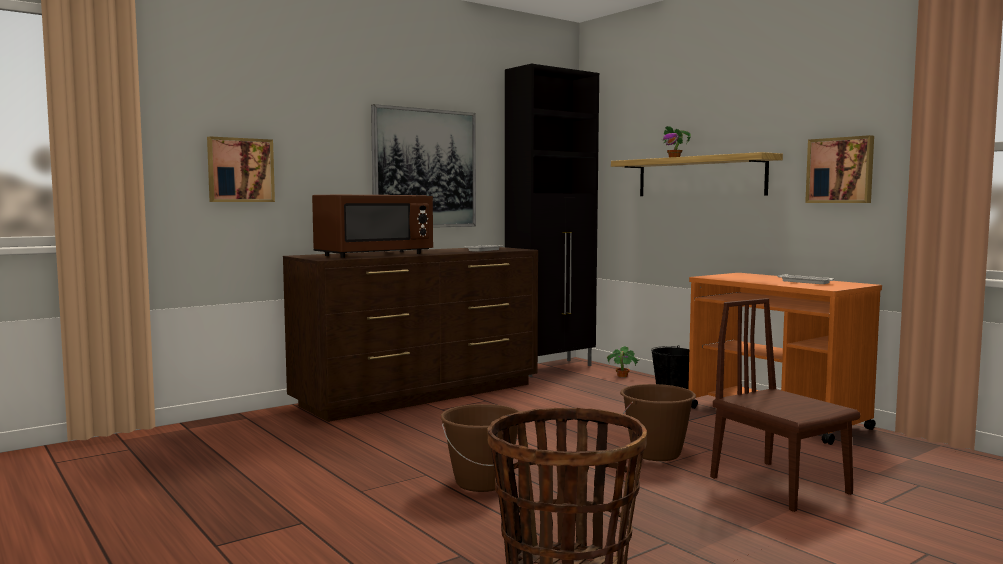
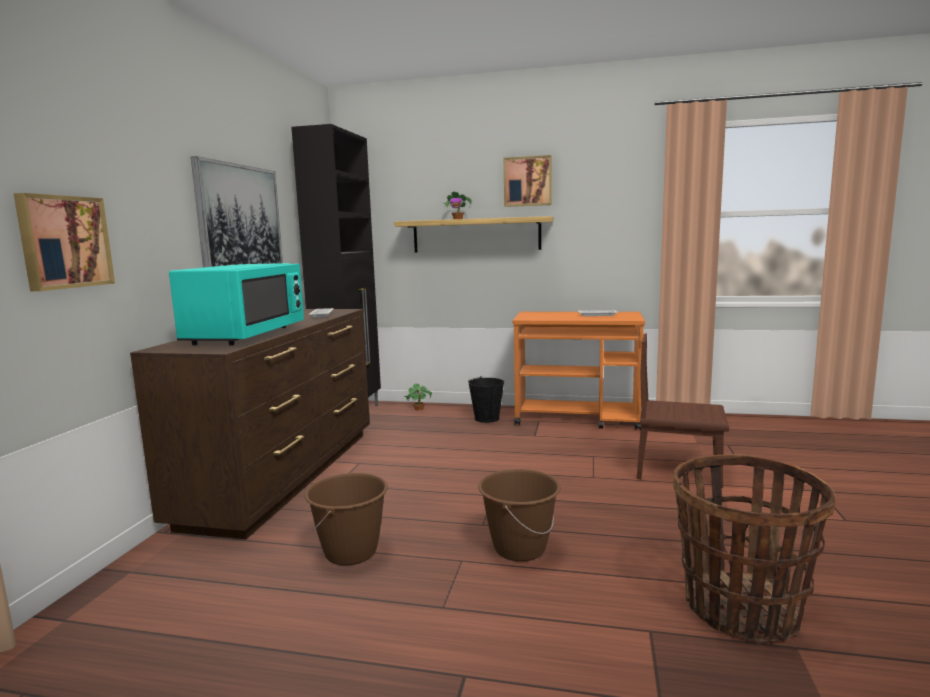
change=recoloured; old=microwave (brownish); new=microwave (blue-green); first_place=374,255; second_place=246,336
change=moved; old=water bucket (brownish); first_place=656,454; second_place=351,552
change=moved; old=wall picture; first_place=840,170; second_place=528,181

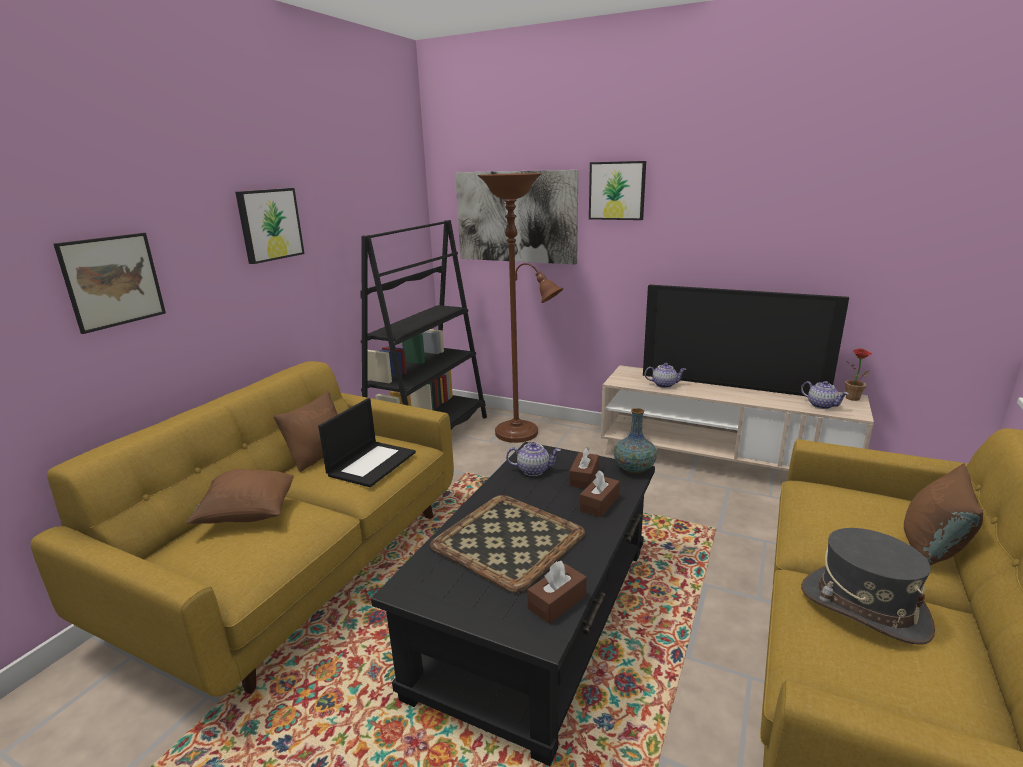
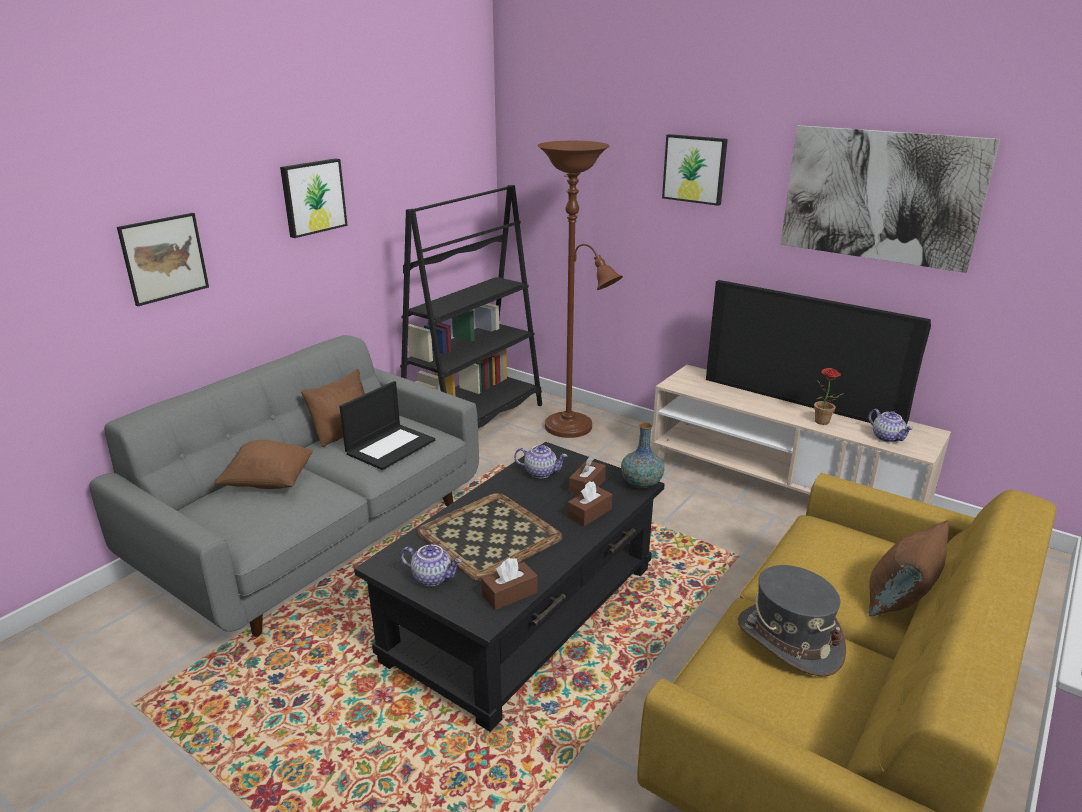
change=recoloured; old=couch (yellow); new=couch (grey); first_place=299,567; second_place=317,536
change=moved; old=teapot; first_place=664,385; second_place=433,577
change=moved; old=wall picture; first_place=515,217; second_place=880,196
change=moved; old=potted plant; first_place=854,399; second_place=823,423

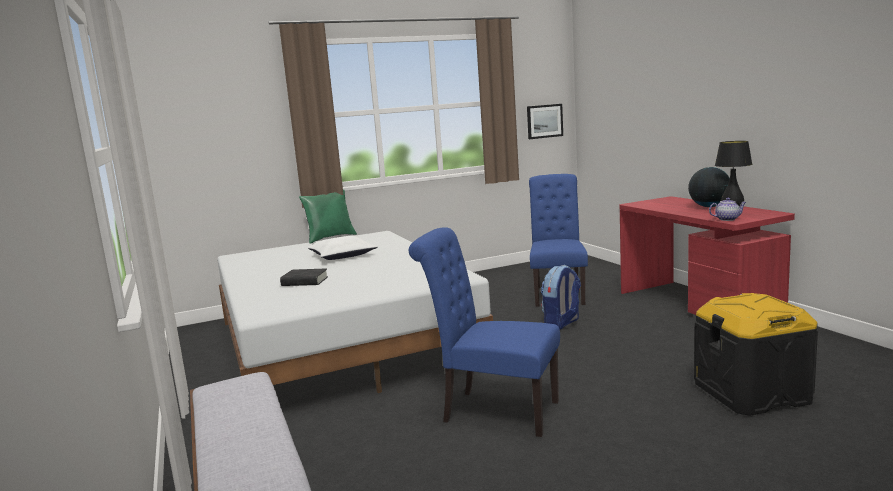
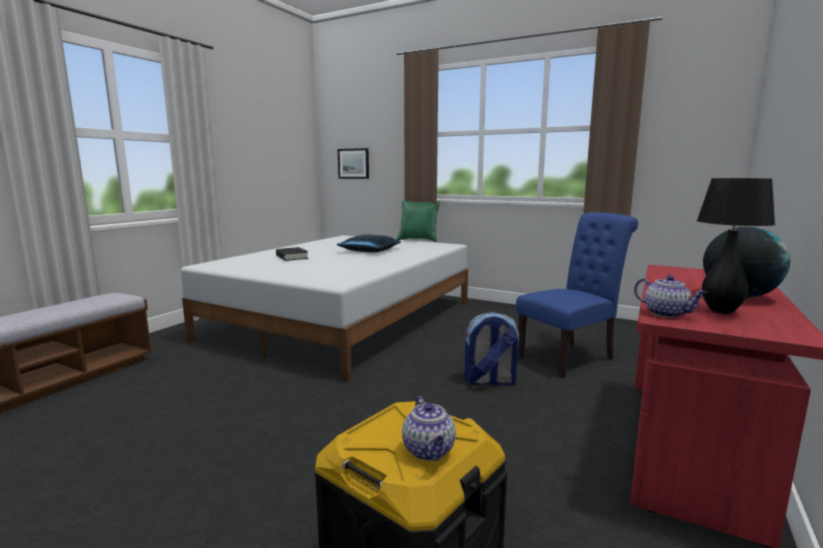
change=recoloured; old=cushion (whitish); new=cushion (blue-coloured); first_place=343,256; second_place=370,251
change=moved; old=wall picture; first_place=544,121; second_place=353,163
change=added; new=teapot; second_place=429,451
change=removed; old=plain chair (blue-coloured); first_place=493,411

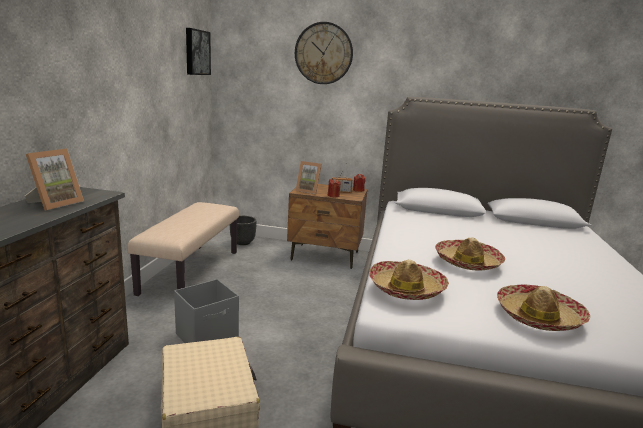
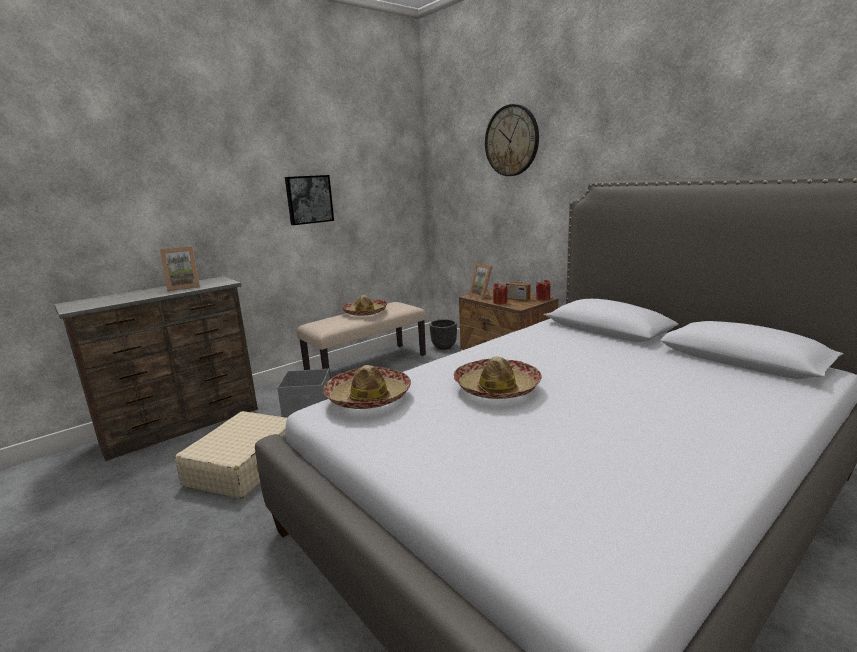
change=moved; old=wall picture; first_place=196,52; second_place=309,199
change=moved; old=clothing hat; first_place=538,316; second_place=365,312

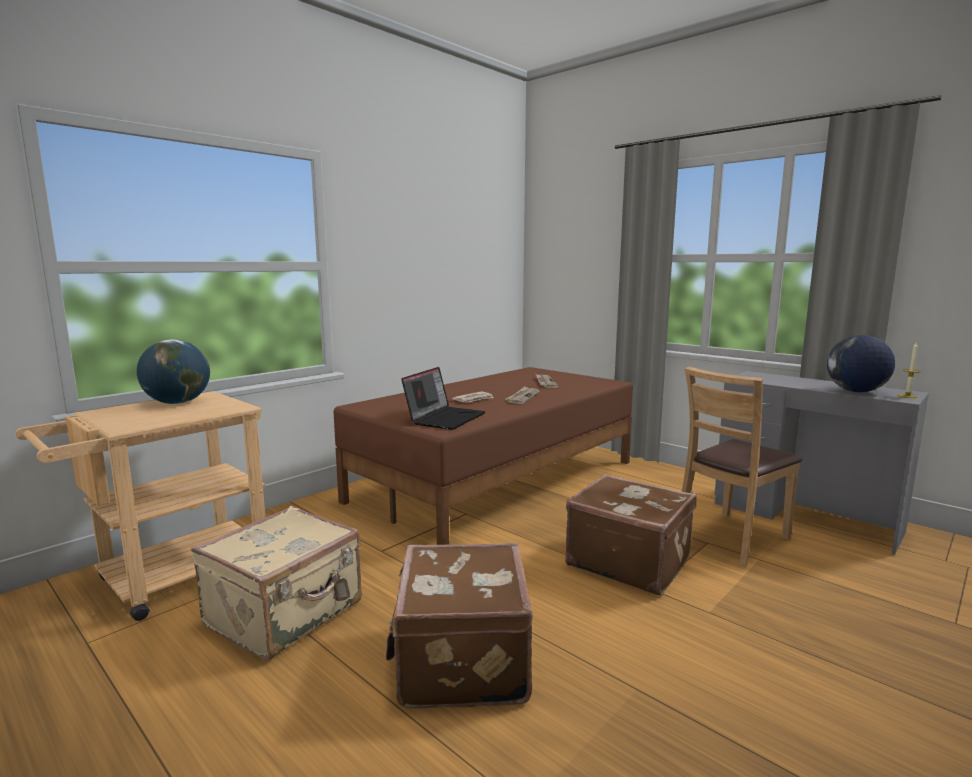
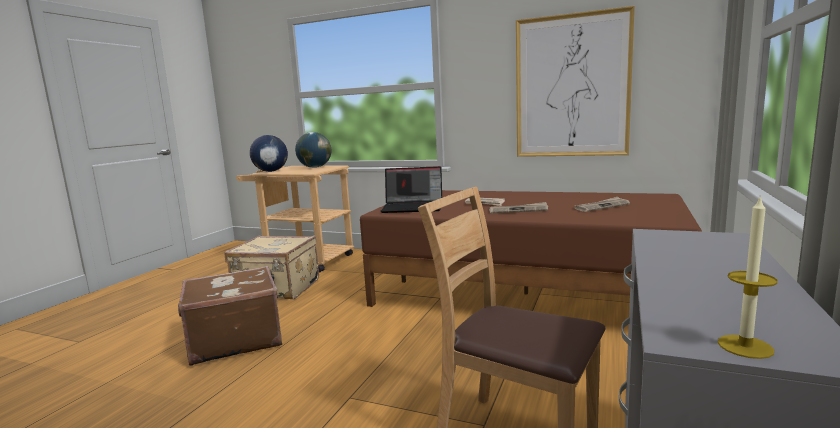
change=moved; old=desk globe; first_place=856,391; second_place=270,171
change=added; new=wall picture; second_place=571,86
change=removed; old=travel case (brownish); first_place=628,561

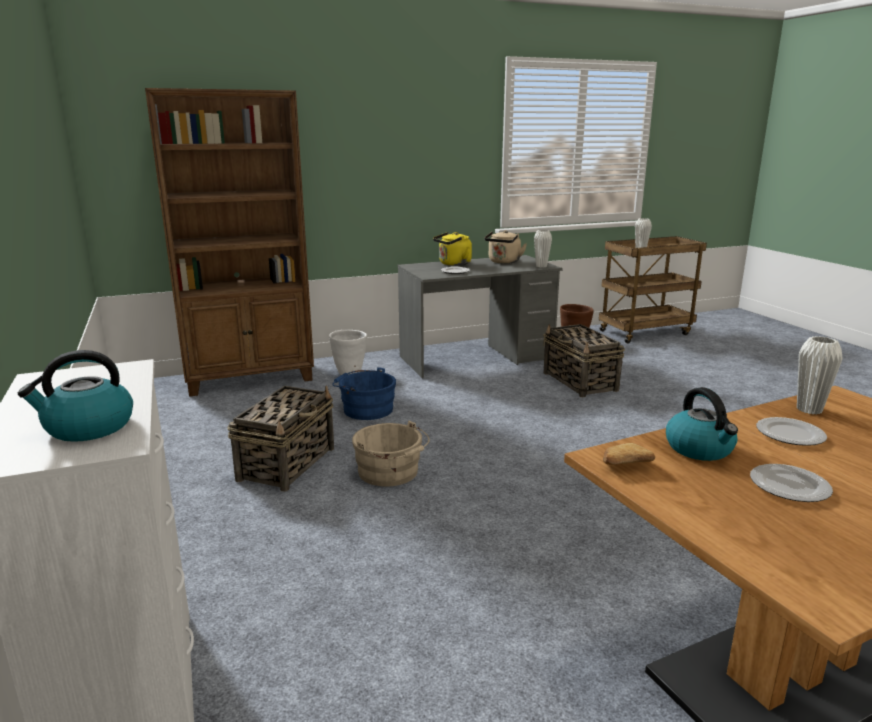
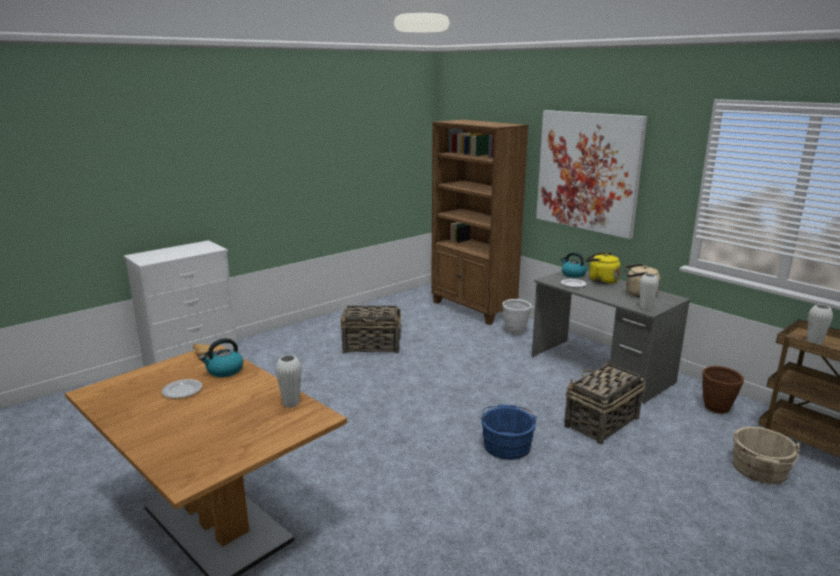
change=moved; old=water bucket (blue-coloured); first_place=365,409; second_place=506,444
change=added; new=wall picture; second_place=588,171
change=moved; old=tea kettle; first_place=88,427; second_place=572,274
change=moved; old=water bucket (beige-coloured); first_place=391,473; second_place=759,470
change=removed; old=dinner plate; first_place=789,435

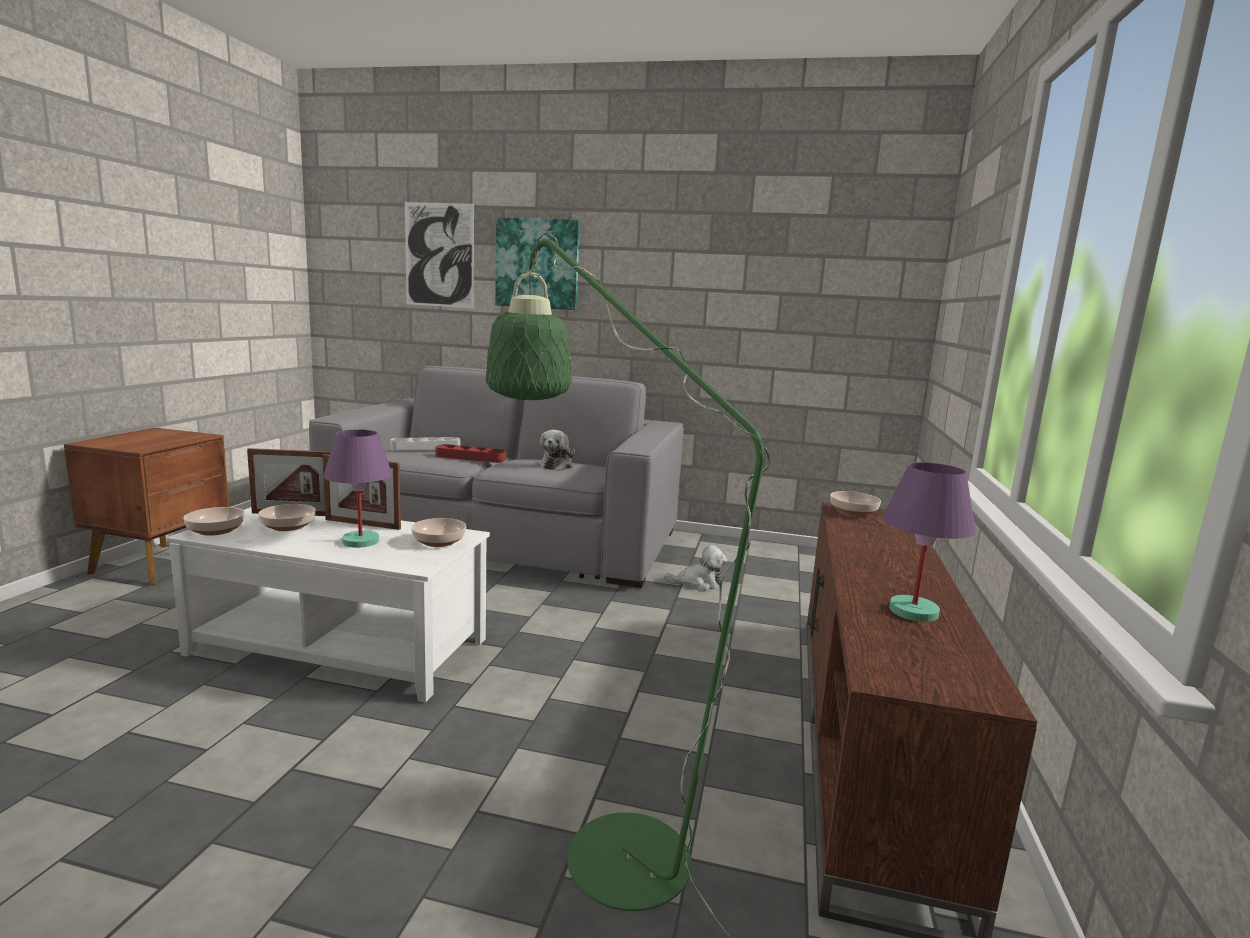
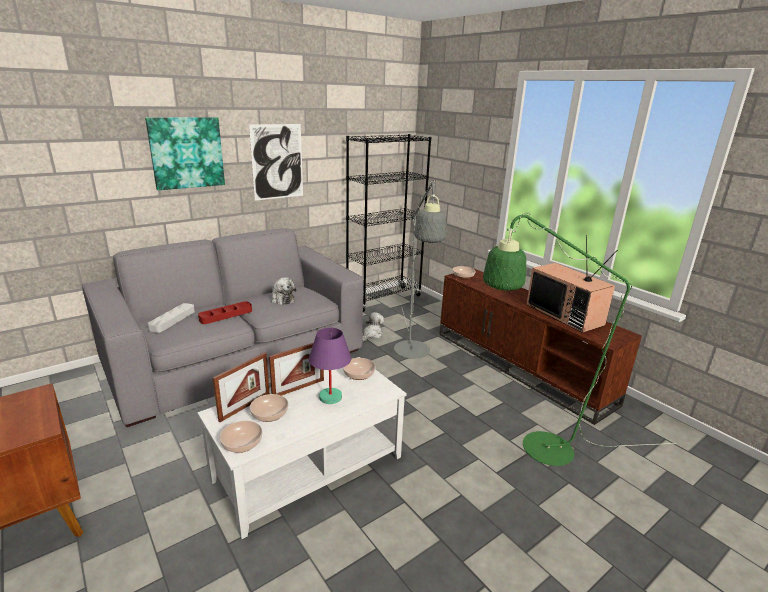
change=moved; old=wall picture; first_place=439,255; second_place=277,162
change=added; new=shelving unit (black); second_place=383,299
change=added; new=floor lamp (grey); second_place=413,354
change=replaced; old=table lamp (purple); new=television; first_place=914,612; second_place=566,315

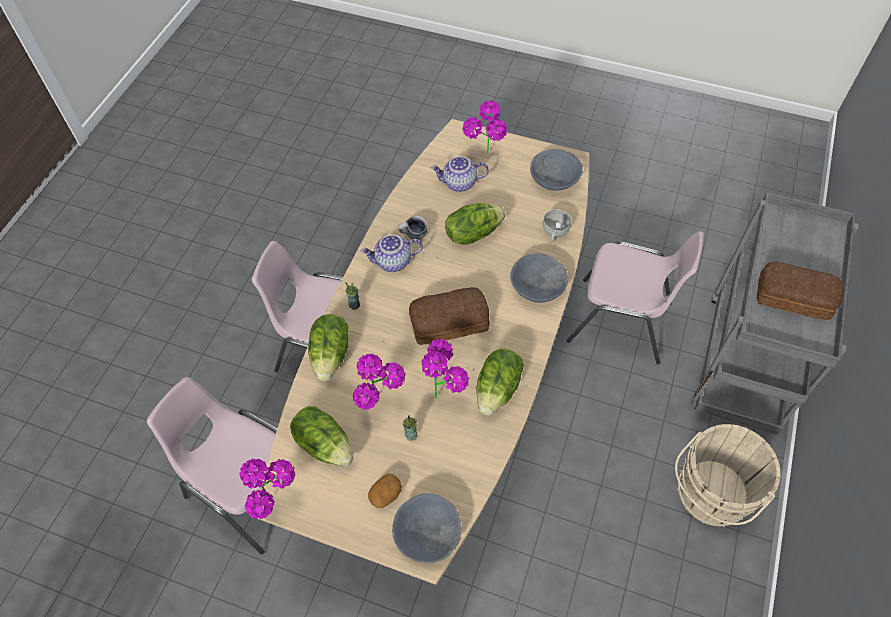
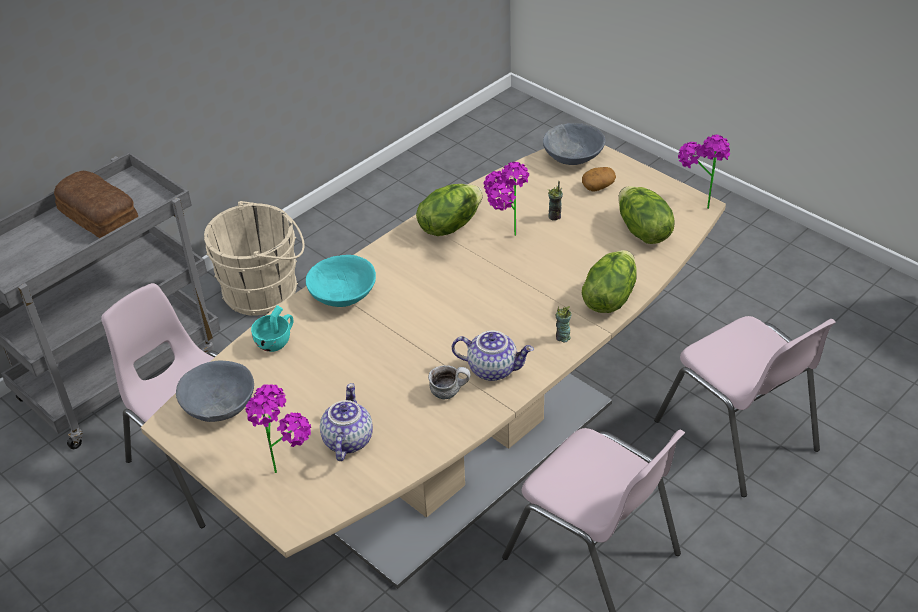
change=recoloured; old=drinking cup (whitish); new=drinking cup (blue-green); first_place=554,233; second_place=276,341
change=recoloured; old=bowl (grey); new=bowl (blue-green); first_place=536,287; second_place=343,295
change=turned; old=teapot; first_place=459,184; second_place=347,440; degrees=-105
change=removed; old=potted plant; first_place=382,407
change=removed; old=bakery bread; first_place=447,321
change=removed; old=lettuce; first_place=473,233

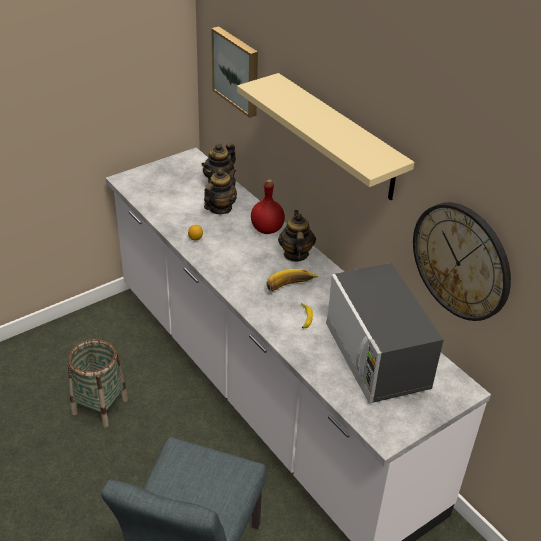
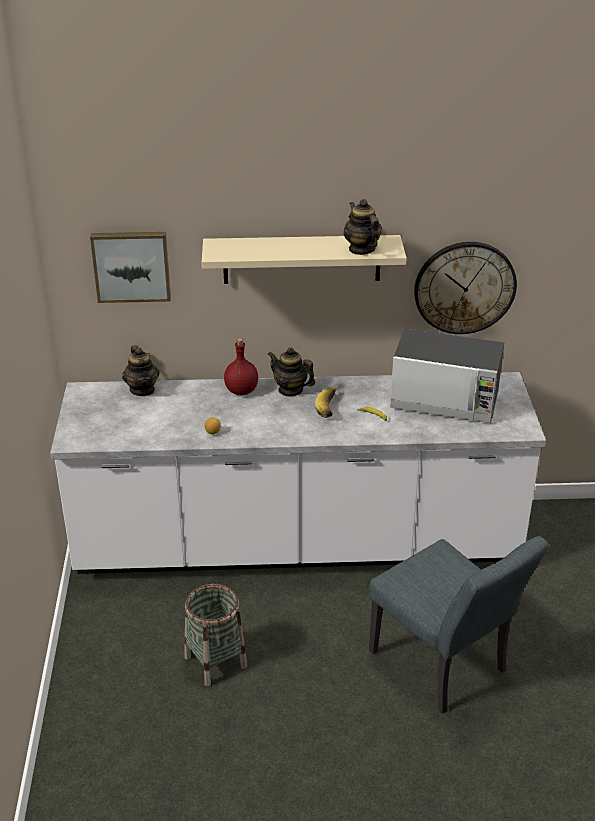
change=moved; old=teapot; first_place=220,208; second_place=361,249

